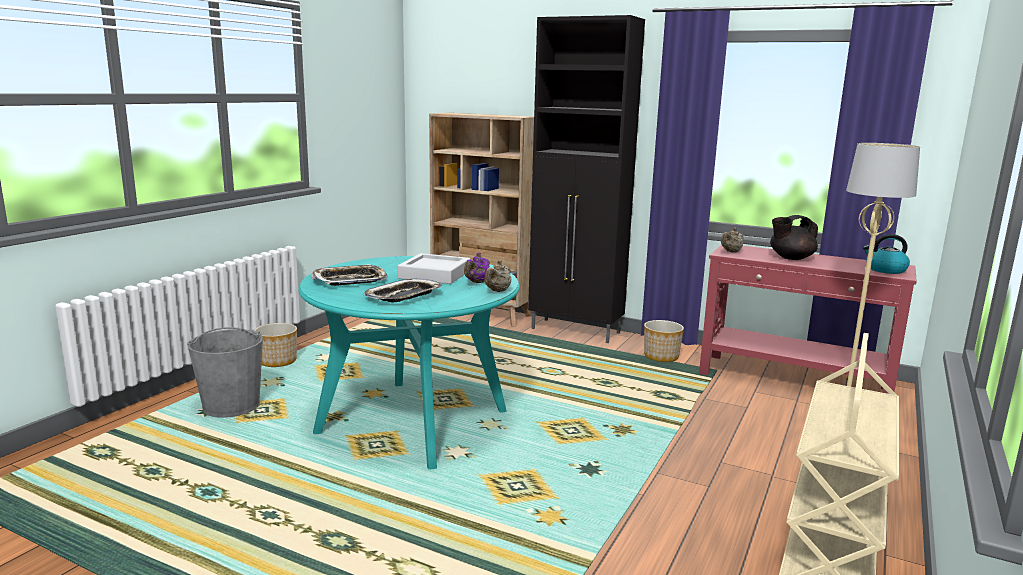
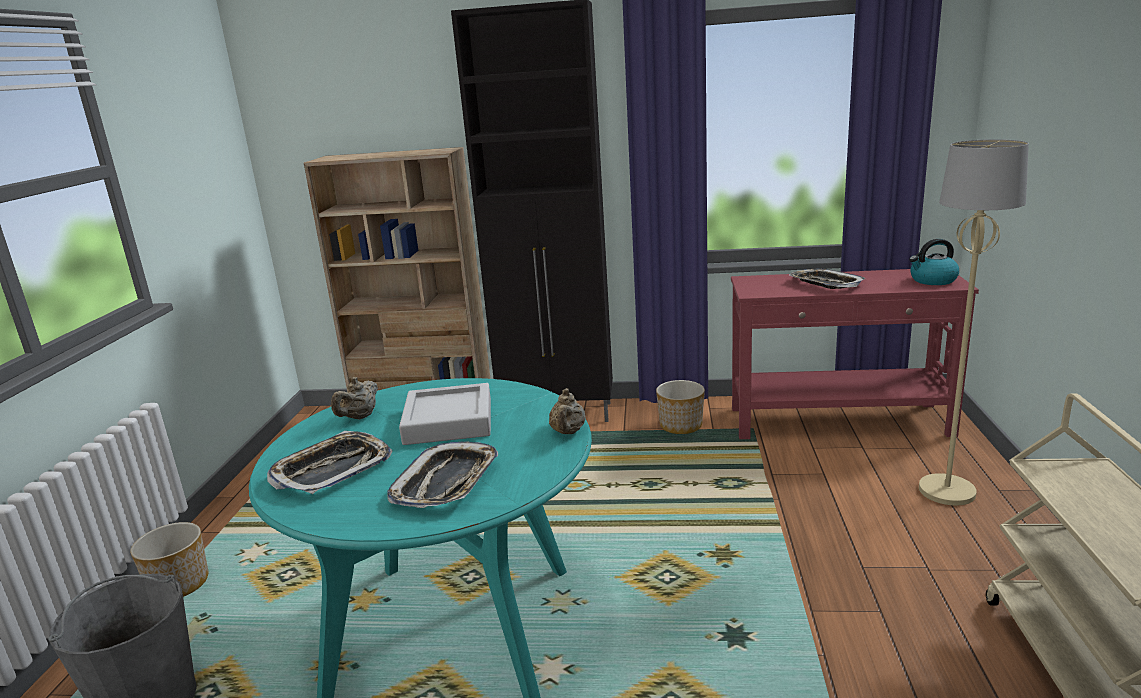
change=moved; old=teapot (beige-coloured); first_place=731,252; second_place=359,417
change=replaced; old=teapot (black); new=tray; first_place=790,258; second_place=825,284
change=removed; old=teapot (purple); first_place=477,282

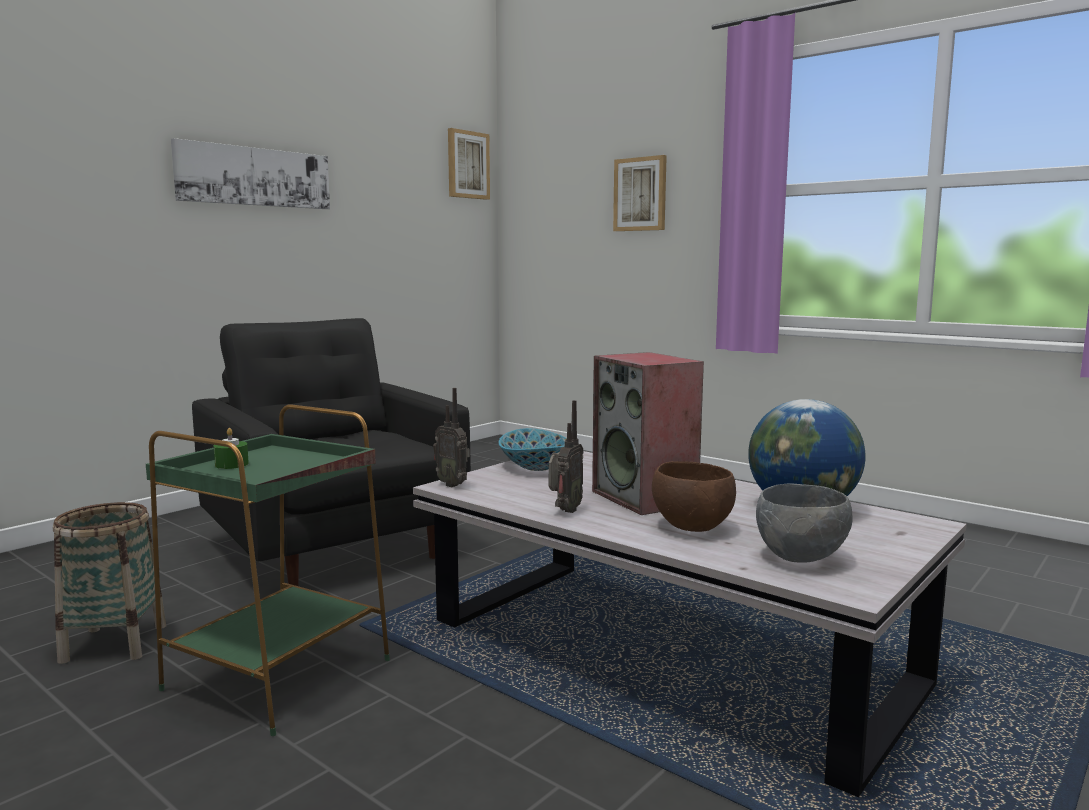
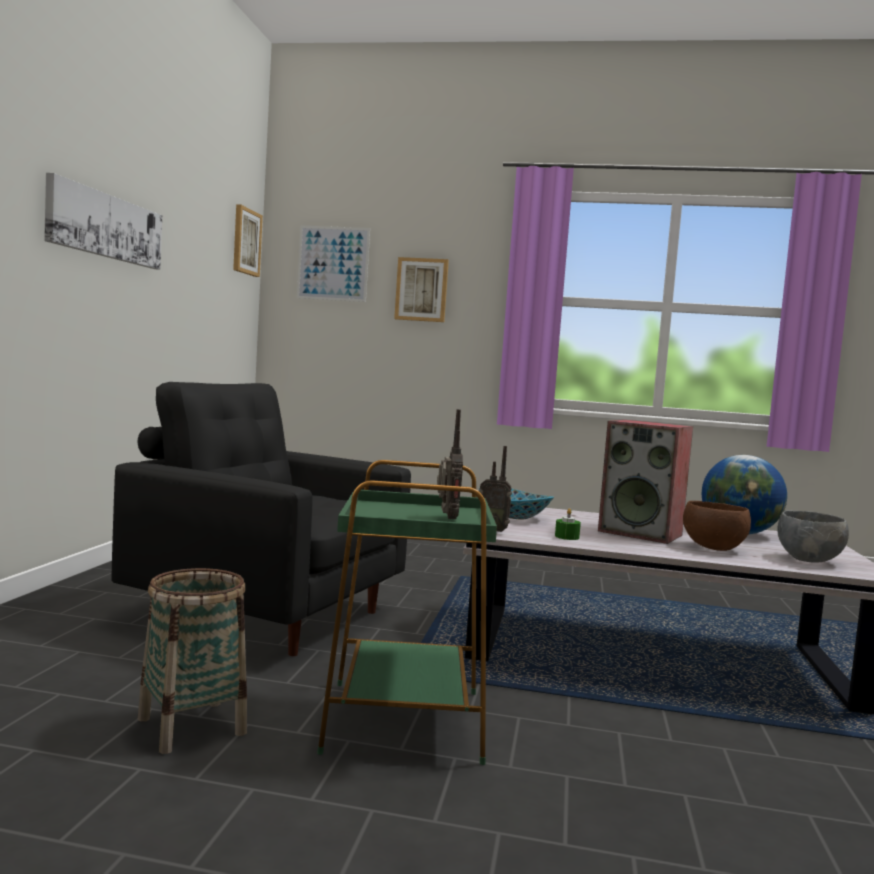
change=added; new=wall picture; second_place=333,263
change=moved; old=radio; first_place=564,511; second_place=446,518
change=moved; old=wax light (green-coloured); first_place=231,464; second_place=567,537

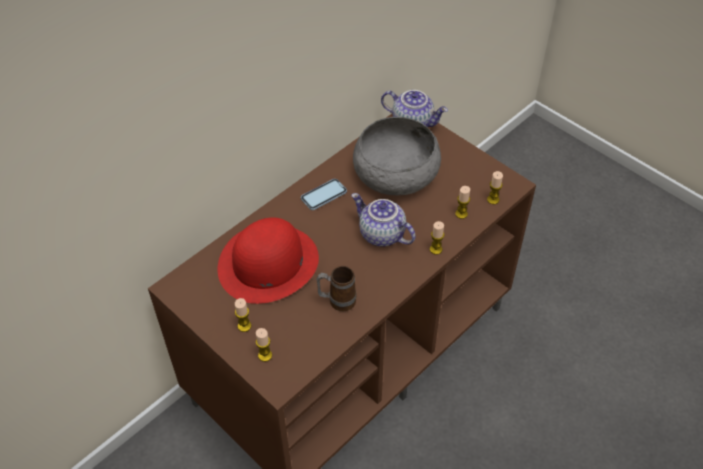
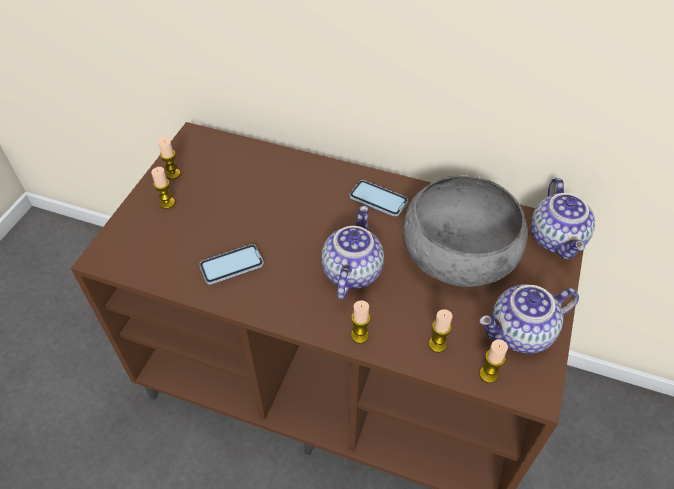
change=moved; old=wax light; first_place=265,355; second_place=173,174
change=replaced; old=coffee mug; new=telephone; first_place=337,301; second_place=231,265
change=added; new=teapot; second_place=520,334
change=removed; old=clothing hat (red); first_place=268,263

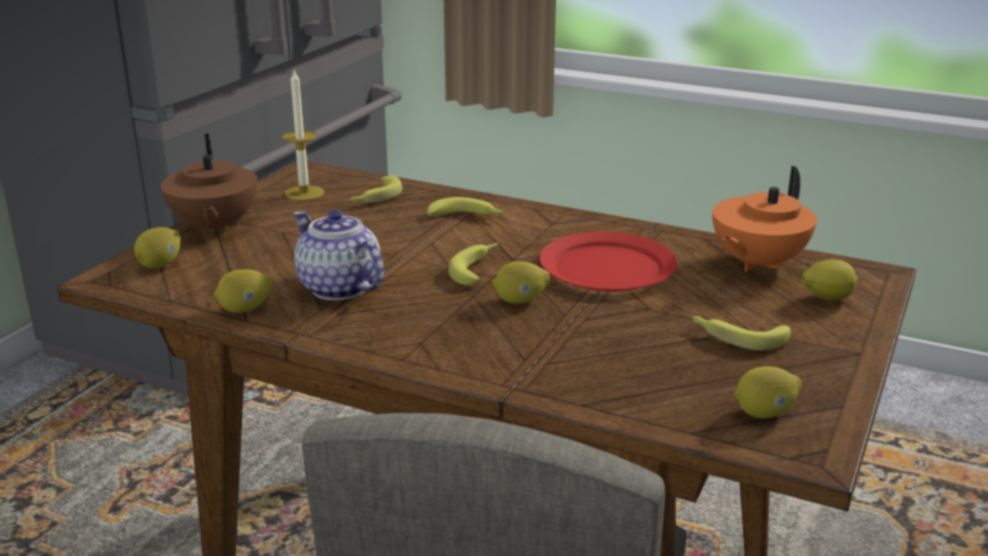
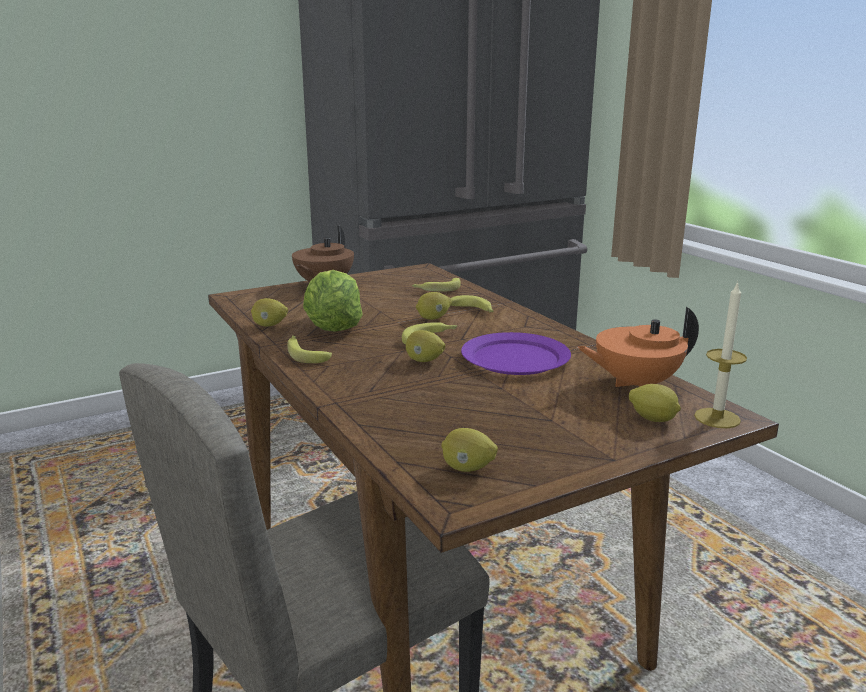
change=moved; old=whole banana; first_place=738,337; second_place=305,354
change=replaced; old=teapot; new=lettuce; first_place=338,288; second_place=333,328
change=moved; old=whole lemon; first_place=161,265; second_place=433,318
change=recoloured; old=dinner plate (red); new=dinner plate (purple); first_place=607,267; second_place=516,358
change=moved; old=wax light; first_place=304,193; second_place=717,418

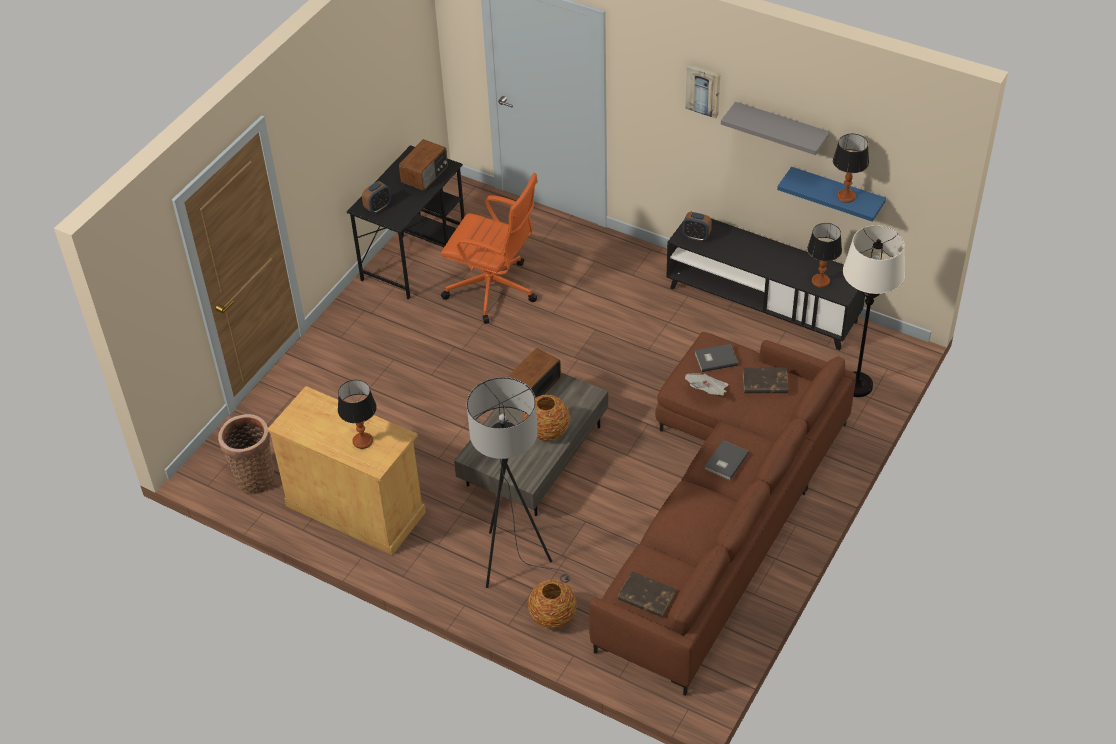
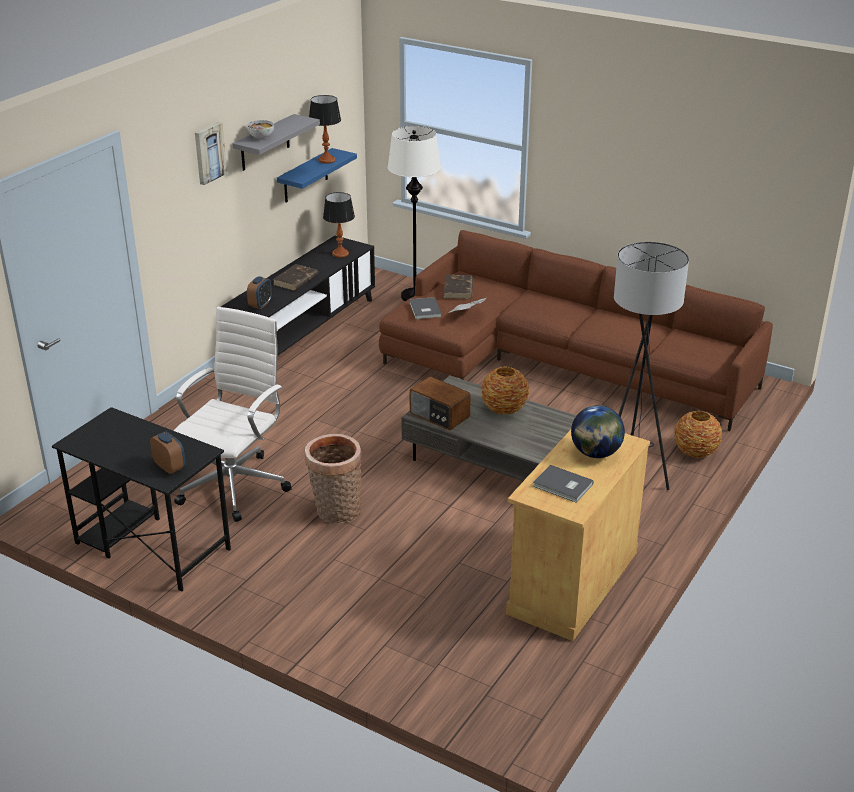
change=recoloured; old=office chair (orangey); new=office chair (whitish); first_place=494,290; second_place=235,484
change=added; new=bowl; second_place=261,137
change=moved; old=book (brownish); first_place=645,596; second_place=295,280
change=moved; old=basket; first_place=254,477; second_place=336,512
change=moved; old=book (grey); first_place=725,461; second_place=563,486
change=replaced; old=table lamp; new=desk globe; first_place=362,441; second_place=595,453
change=removed; old=radio; first_place=425,174

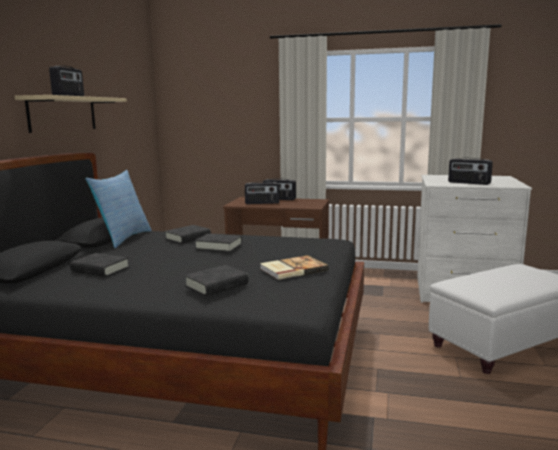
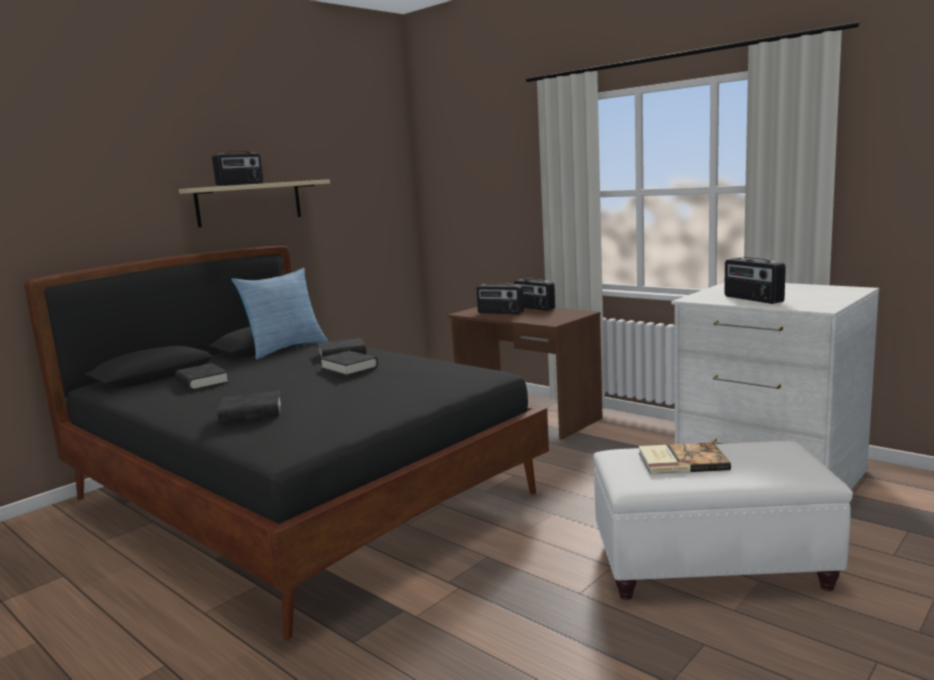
change=moved; old=book; first_place=292,269; second_place=681,461

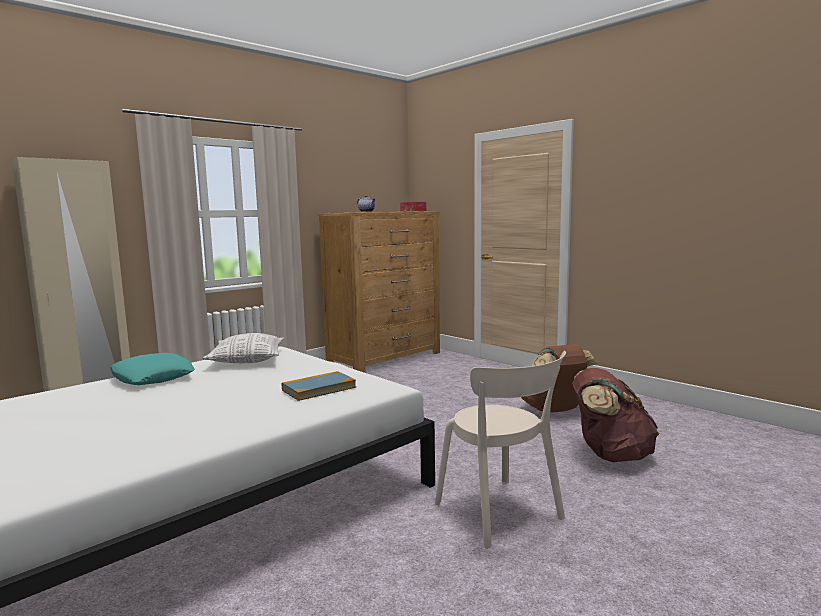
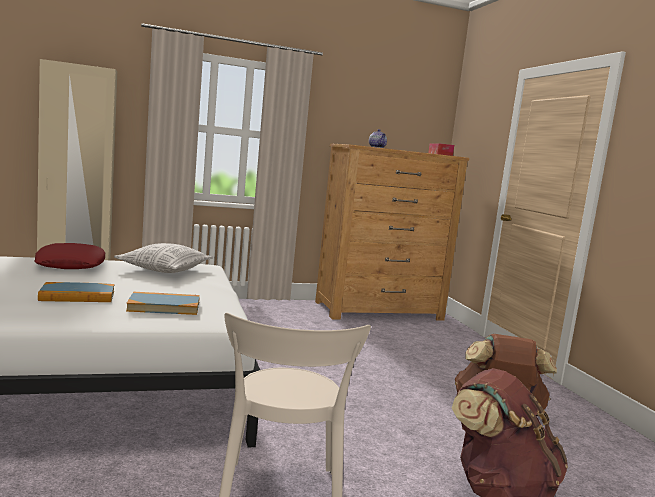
change=recoloured; old=cushion (blue-green); new=cushion (red); first_place=152,377; second_place=70,264
change=added; new=book; second_place=77,296

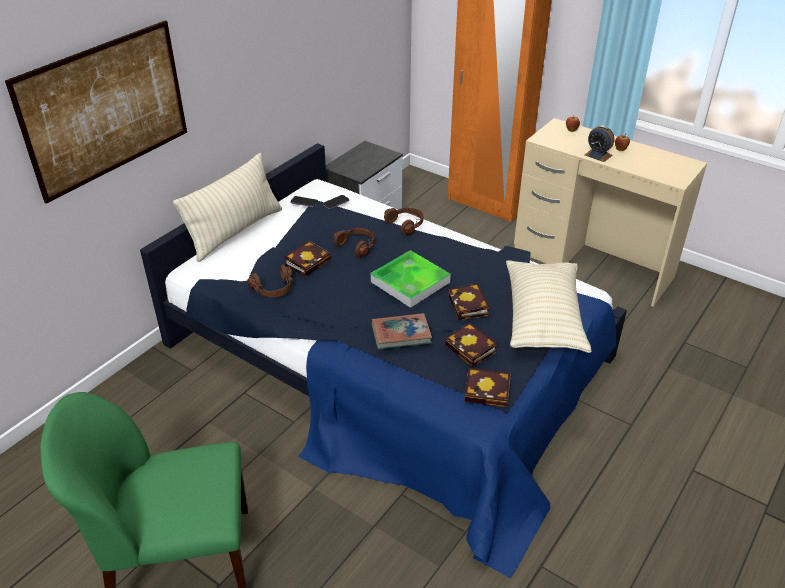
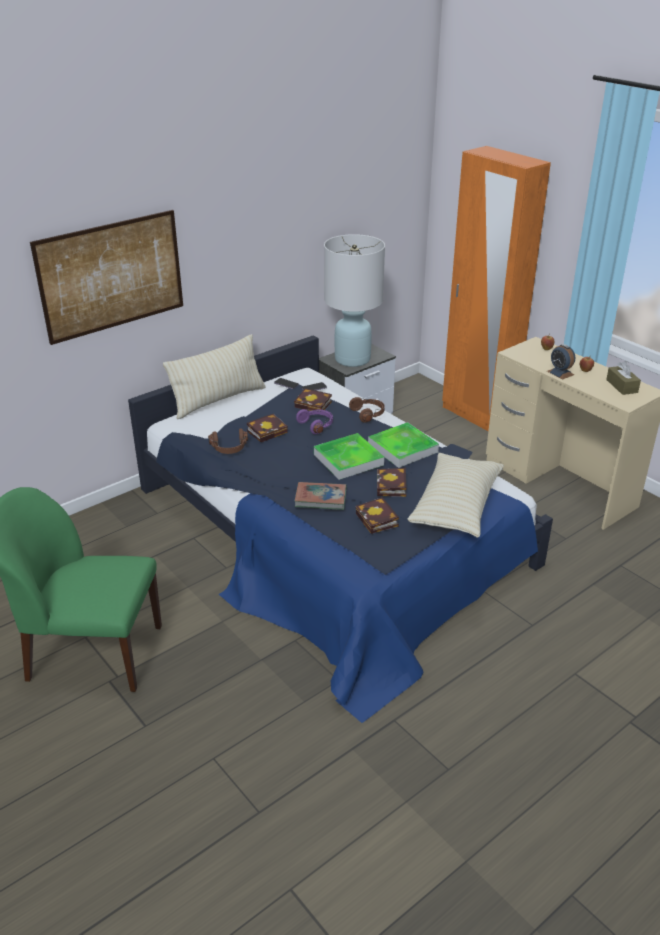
change=moved; old=book; first_place=489,391; second_place=314,404
change=recoloured; old=headphones (brownish); new=headphones (purple); first_place=357,246; second_place=317,425
change=added; new=table lamp (whitish); second_place=352,359
change=added; new=tray; second_place=403,448
change=added; new=box of tissues (brownish); second_place=621,386

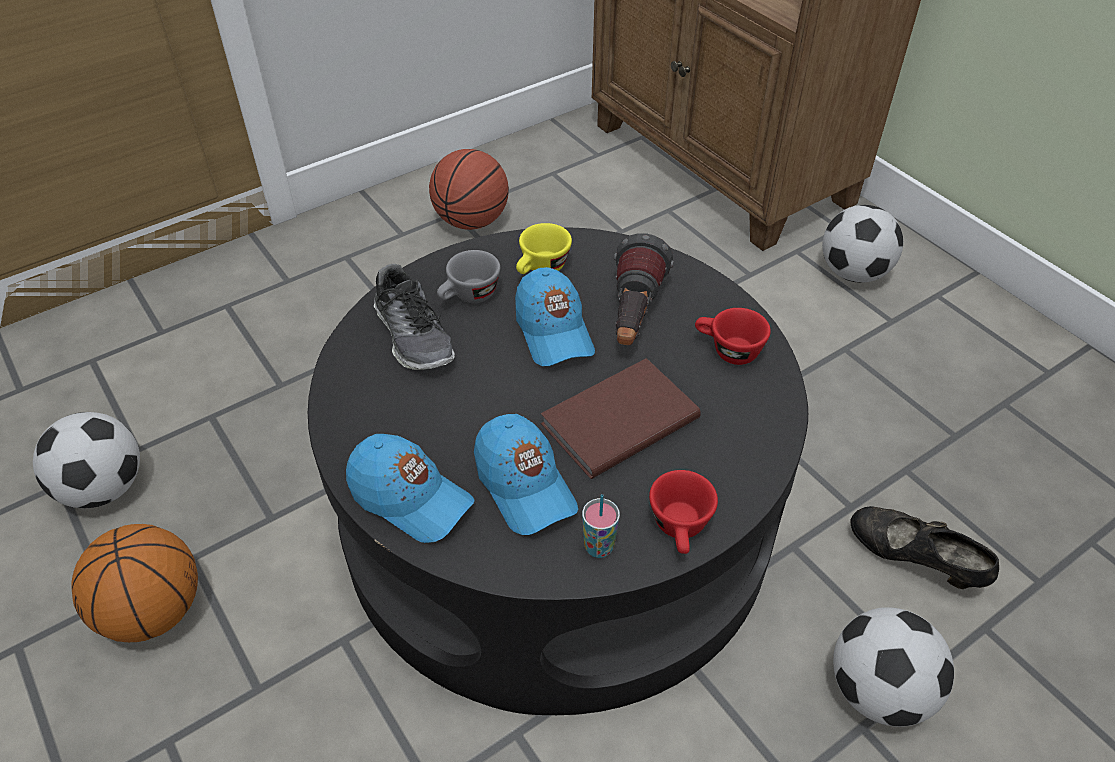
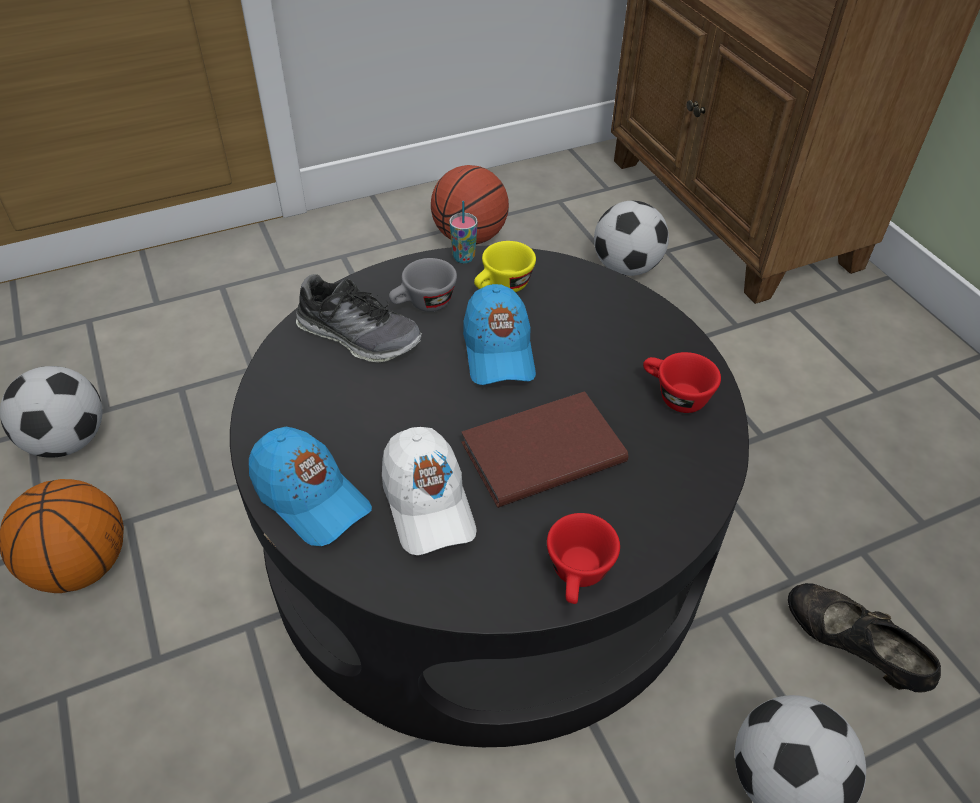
change=turned; old=item of footwear; first_place=414,336; second_place=359,336; degrees=-45
change=recoloured; old=cap (blue-coloured); new=cap (whitish); first_place=524,485; second_place=427,503
change=moved; old=drinking cup; first_place=598,547; second_place=463,257
change=moved; old=football; first_place=853,273; second_place=626,267
change=removed; old=flashlight; first_place=633,317

